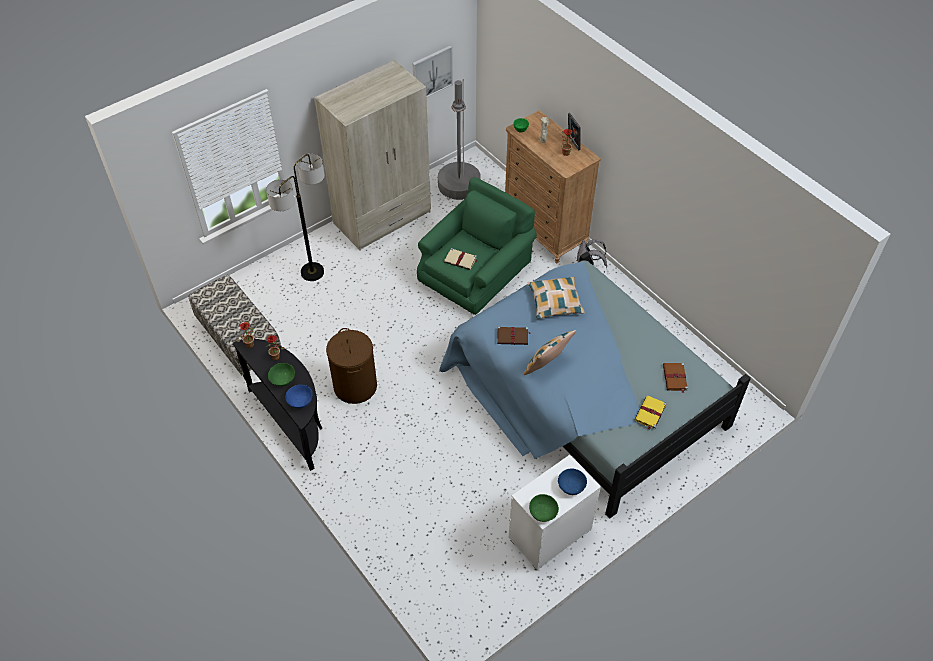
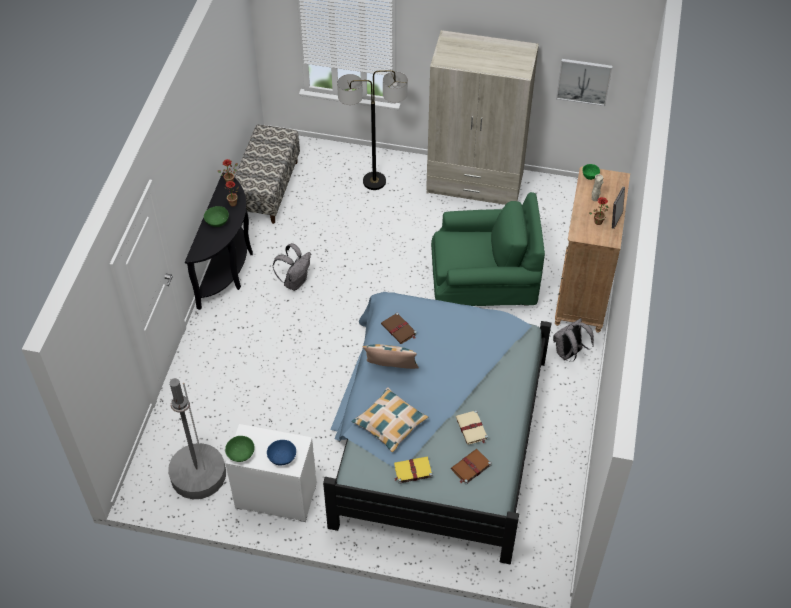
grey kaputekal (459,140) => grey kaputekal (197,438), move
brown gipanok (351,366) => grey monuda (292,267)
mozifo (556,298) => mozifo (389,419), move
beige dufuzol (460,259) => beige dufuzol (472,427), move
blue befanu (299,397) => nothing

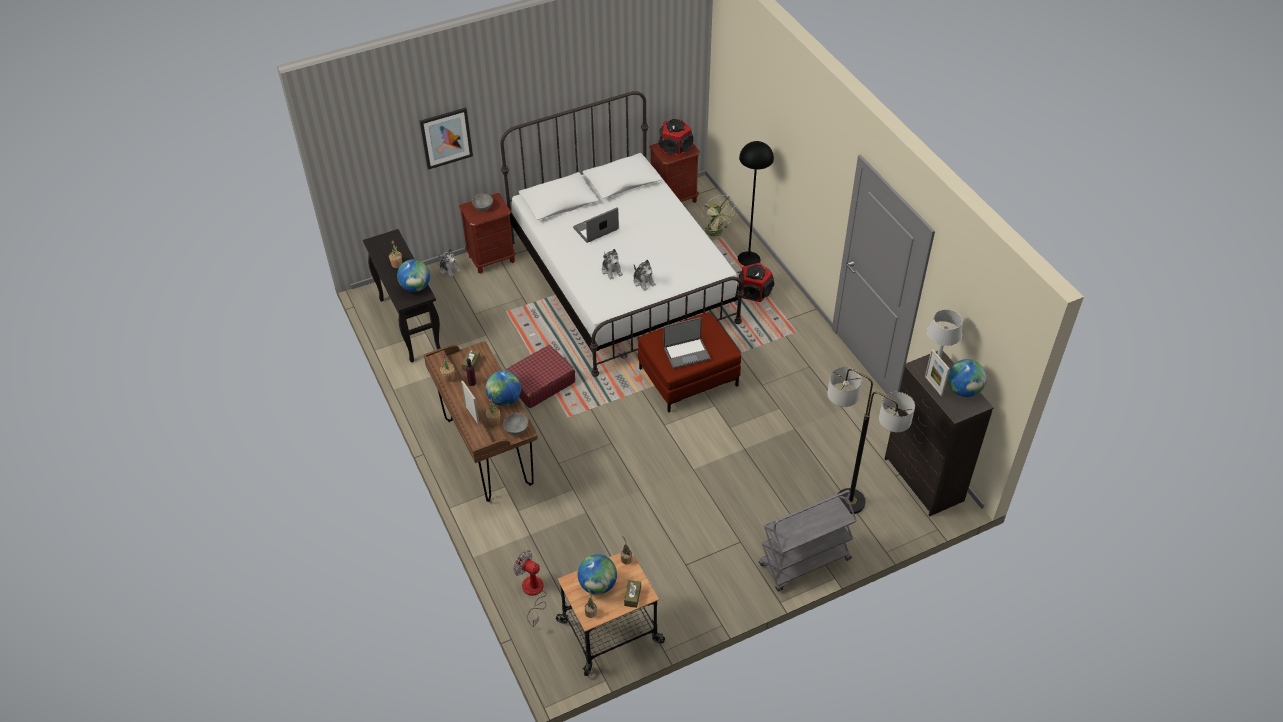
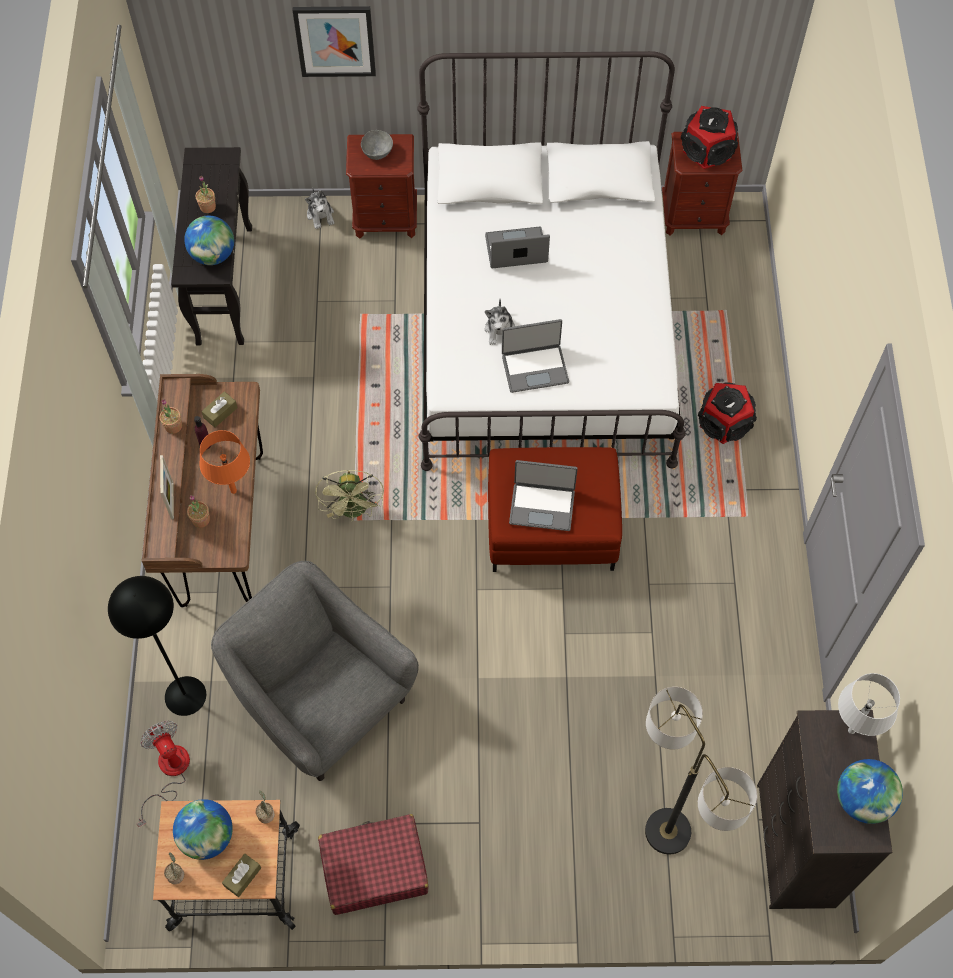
black kaputekal (756,203) => black kaputekal (157,646), move
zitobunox (503,388) => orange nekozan (224,462)
nothing => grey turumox (315,671)
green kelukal (718,216) => green kelukal (349,495), move
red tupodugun (539,376) => red tupodugun (373,864), move
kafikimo (644,275) => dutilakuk (535,356)
grey befanu (515,424) => nothing
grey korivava (808,540) => nothing
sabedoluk (937,372) => nothing

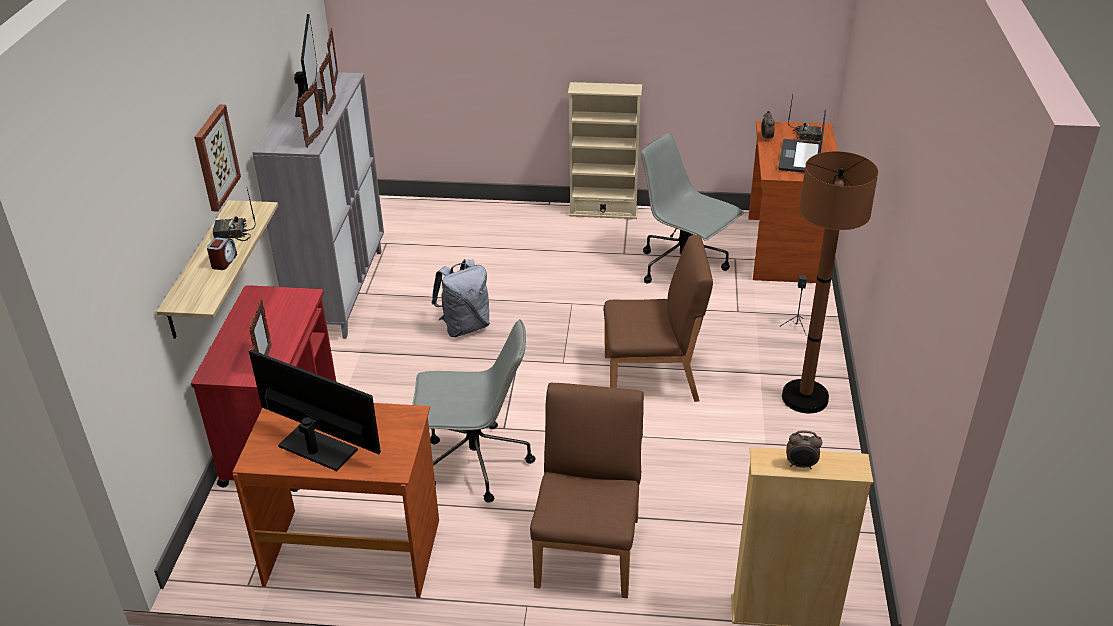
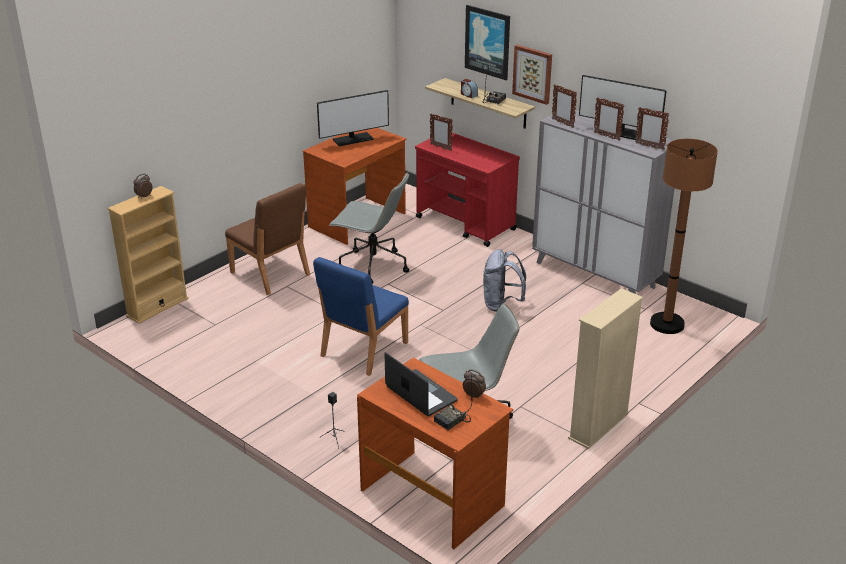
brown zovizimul (658,318) => blue zovizimul (361,316)
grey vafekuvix (473,411) => grey vafekuvix (369,228), 105 degrees counterclockwise
nothing => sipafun (487,42)
brown kaputekal (830,282) => brown kaputekal (684,236), move

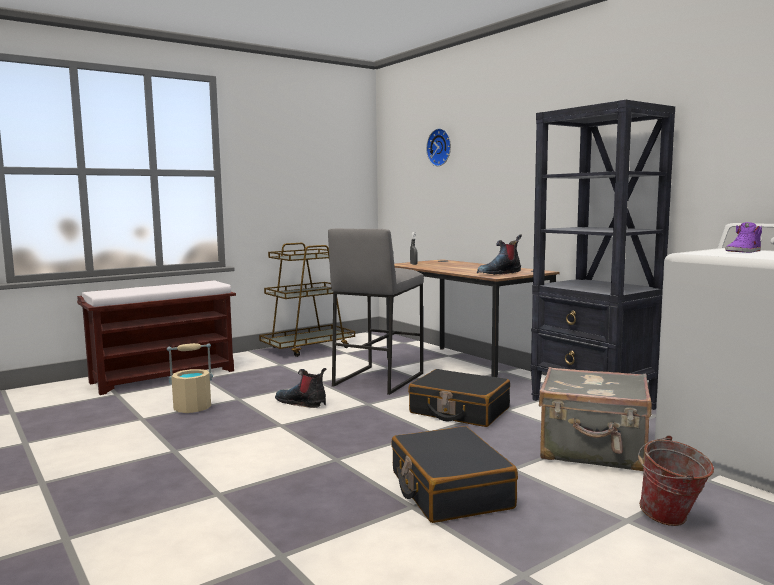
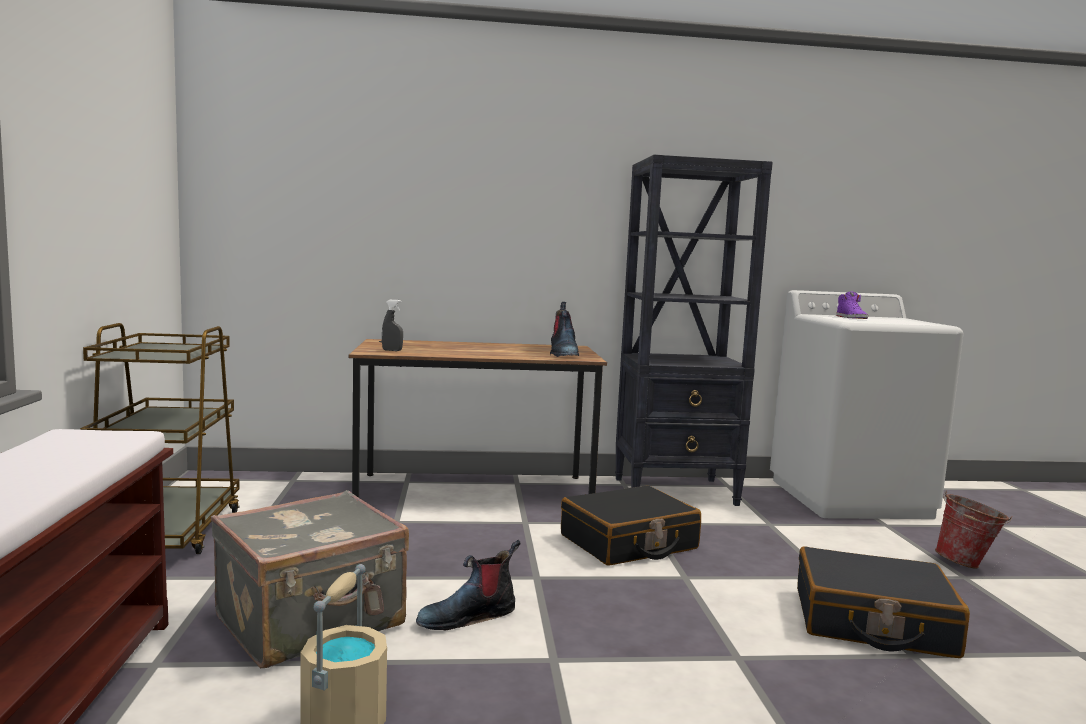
grey tupodugun (595,419) => grey tupodugun (310,579), move
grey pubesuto (376,311) => nothing
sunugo (438,147) => nothing

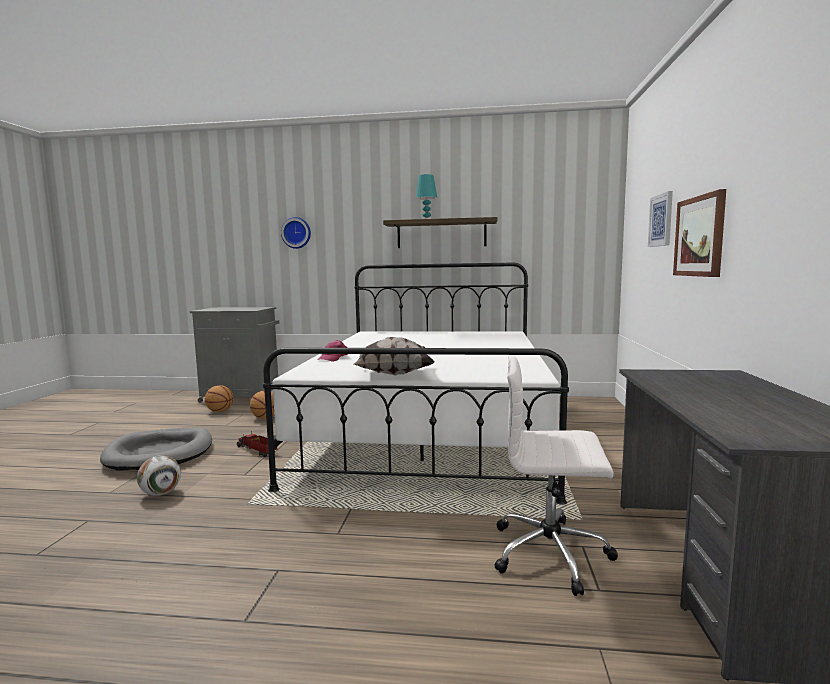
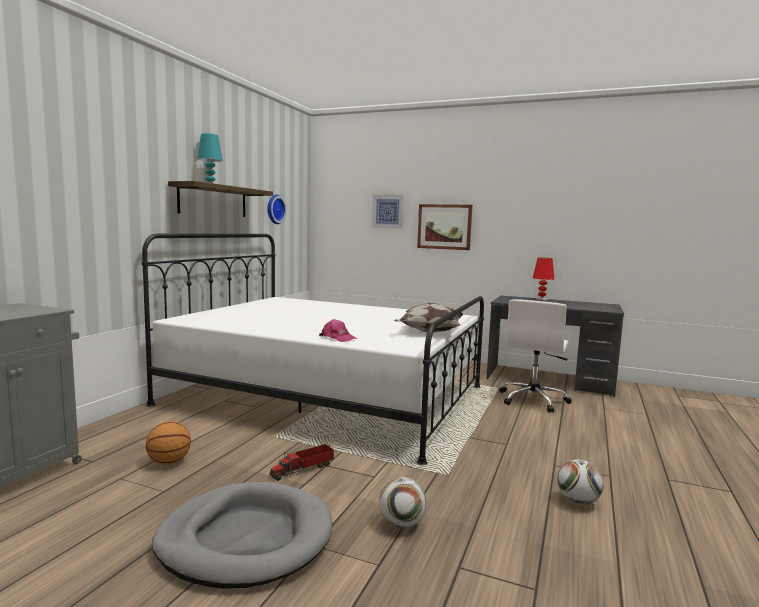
sunugo (296,233) => sunugo (277,209), move
nothing => red nekozan (543,278)
nothing => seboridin (580,482)
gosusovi (219,398) => nothing

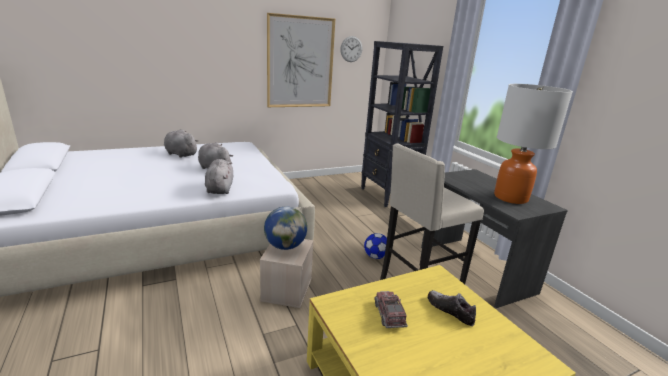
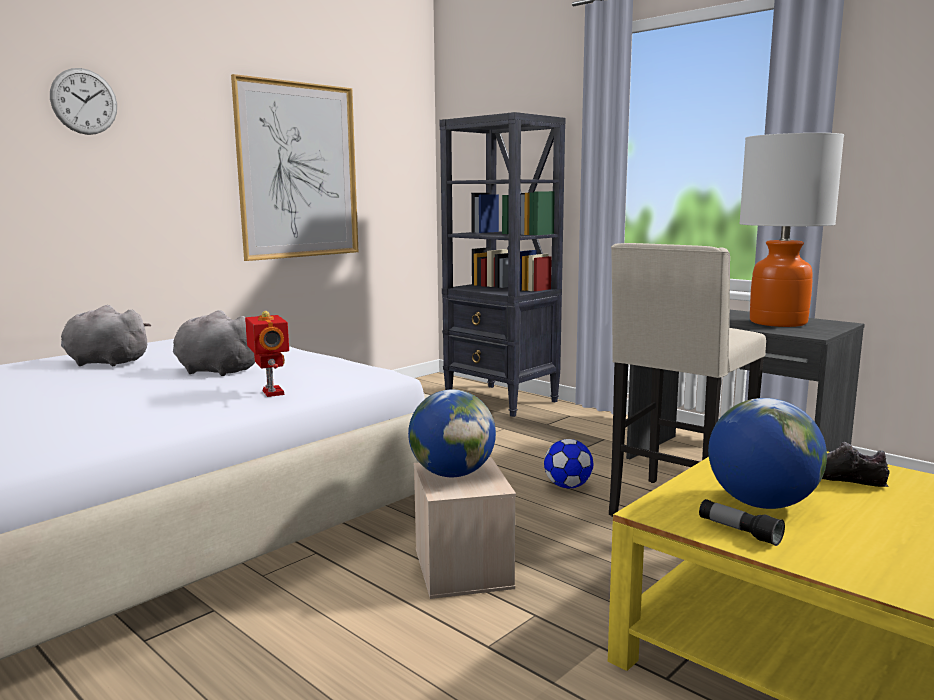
sunugo (351,49) => sunugo (83,101), move
grey kafikimo (219,176) => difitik (267,354)
nothing => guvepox (742,522)
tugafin (391,309) => zitobunox (767,453)

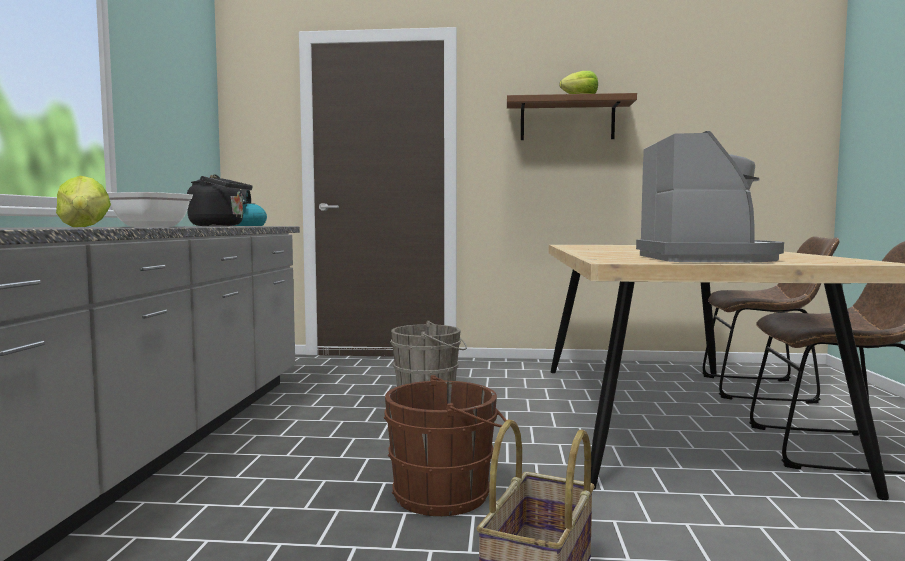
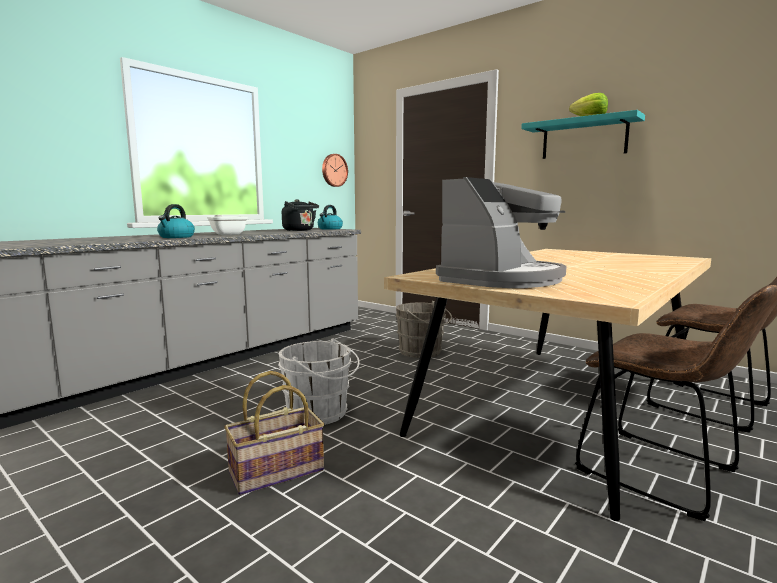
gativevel (83,201) => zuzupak (176,221)
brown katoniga (445,445) => white katoniga (319,381)
nothing => sunugo (335,170)
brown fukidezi (572,116) => turquoise fukidezi (583,134)

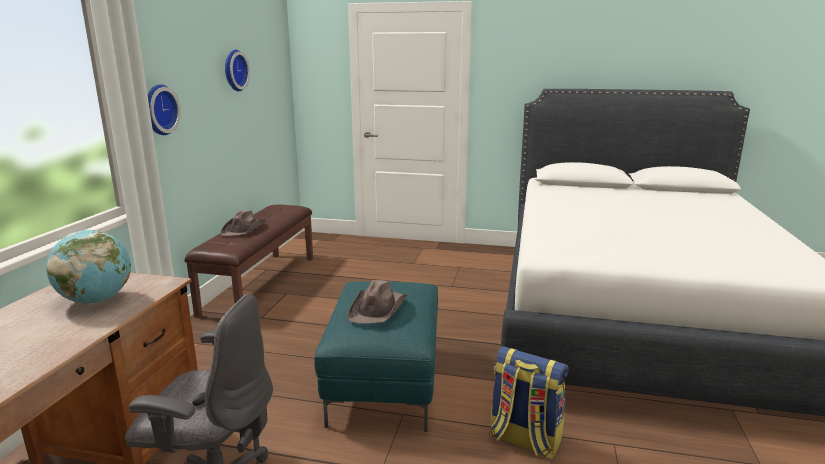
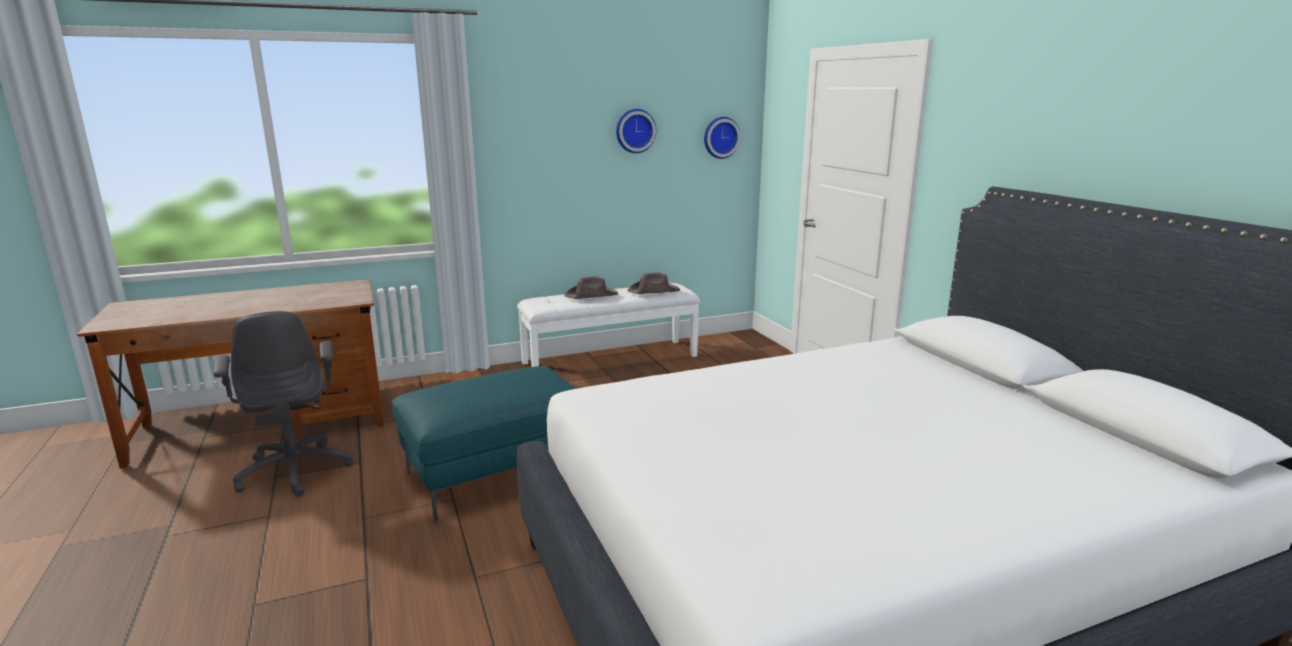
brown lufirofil (248,261) => white lufirofil (608,325)
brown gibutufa (377,302) => brown gibutufa (653,283), move
sunugo (164,109) => sunugo (722,138), move
zitobunox (88,266) => nothing
monuda (529,402) => nothing

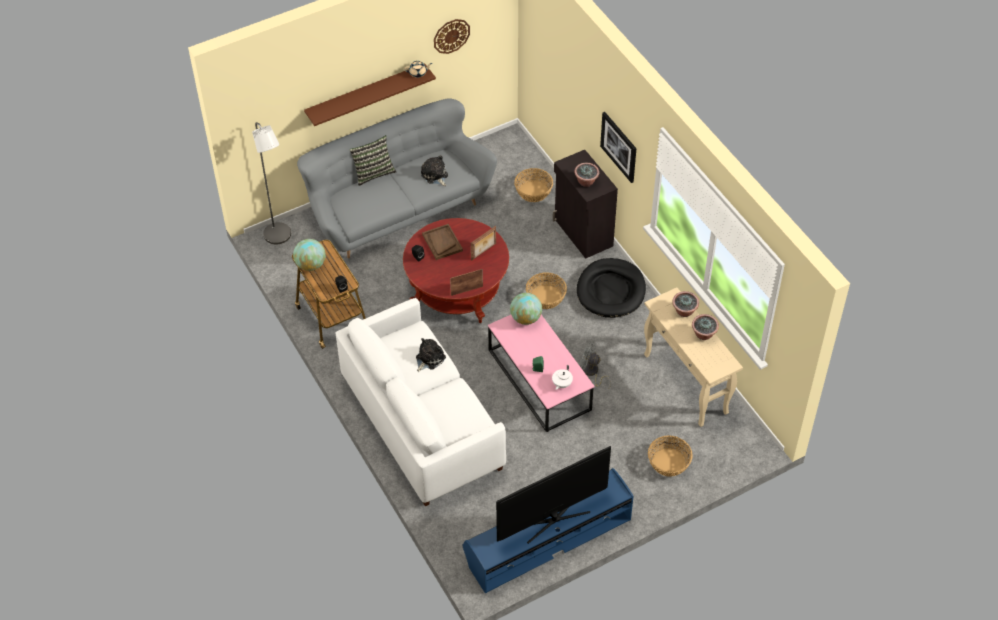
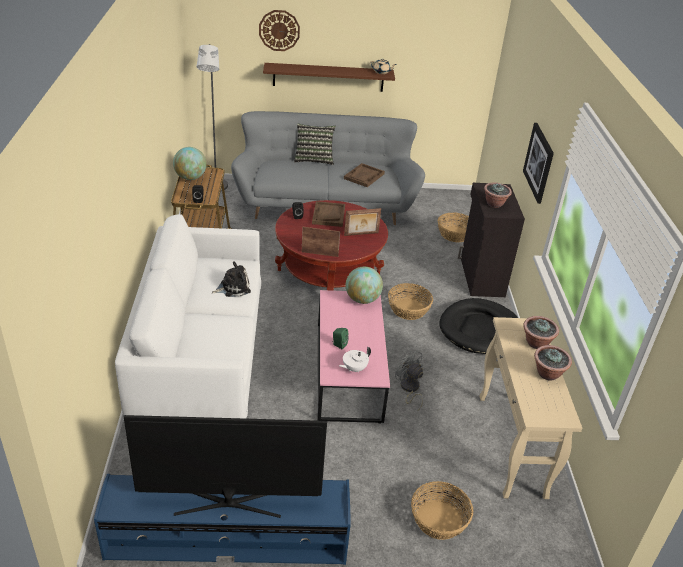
sunugo (452,36) => sunugo (279,30), move
kafikimo (434,170) => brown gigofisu (364,175)

